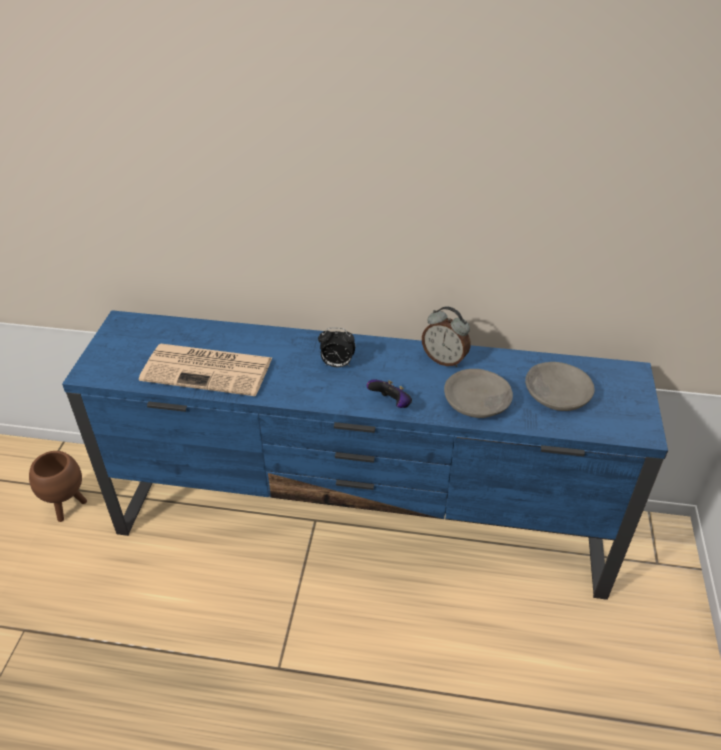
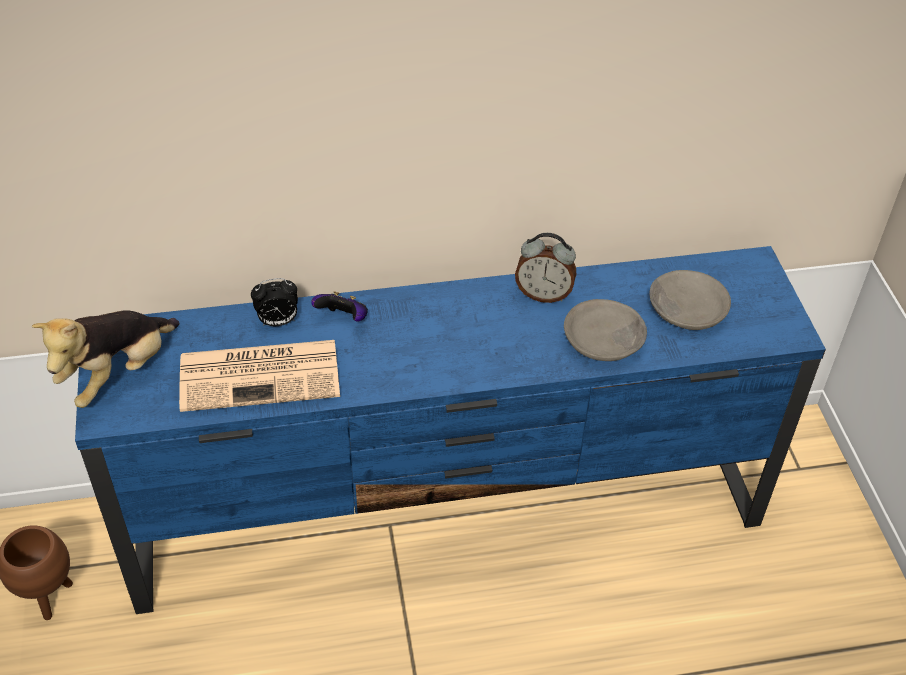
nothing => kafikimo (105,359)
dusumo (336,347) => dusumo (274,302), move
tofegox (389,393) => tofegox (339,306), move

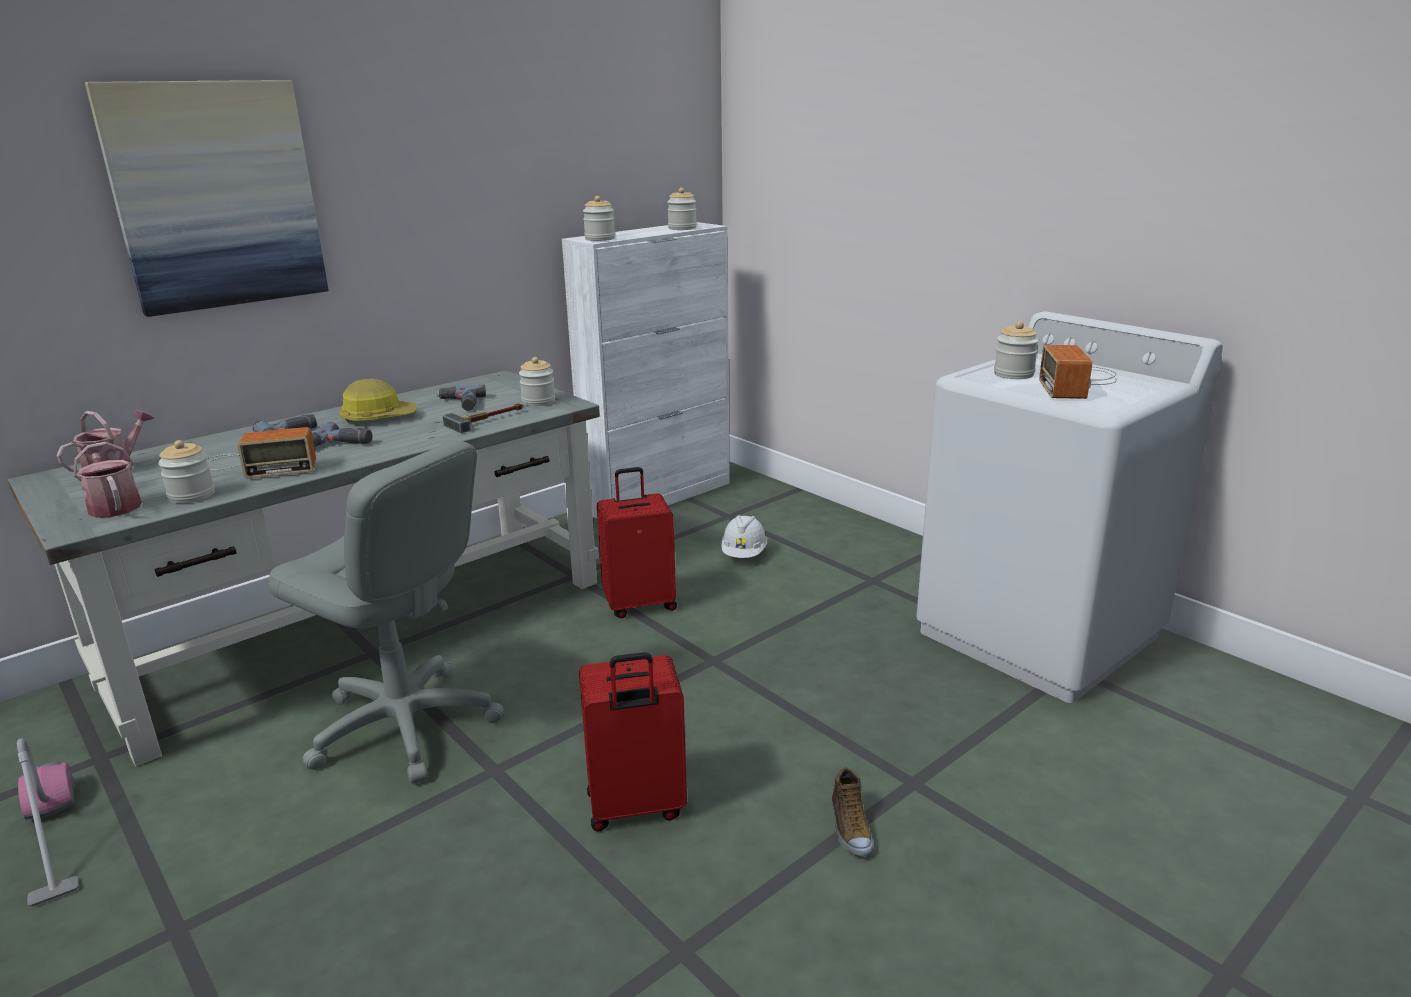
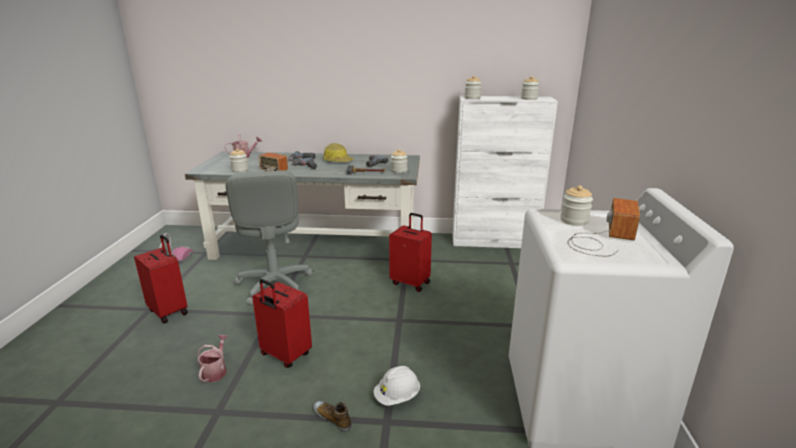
nothing => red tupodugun (161,279)
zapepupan (107,480) => zapepupan (212,358), move
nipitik (852,812) => nipitik (332,416), 90 degrees clockwise
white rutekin (744,536) => white rutekin (397,386), move
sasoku (1078,372) => sasoku (604,227), 150 degrees clockwise
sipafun (207,198) => nothing

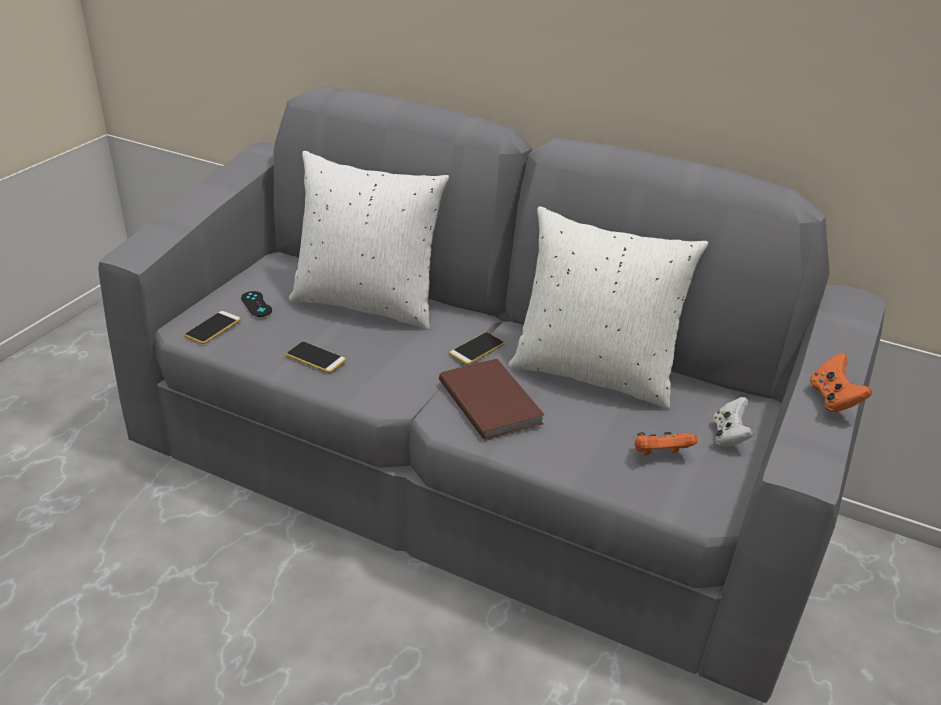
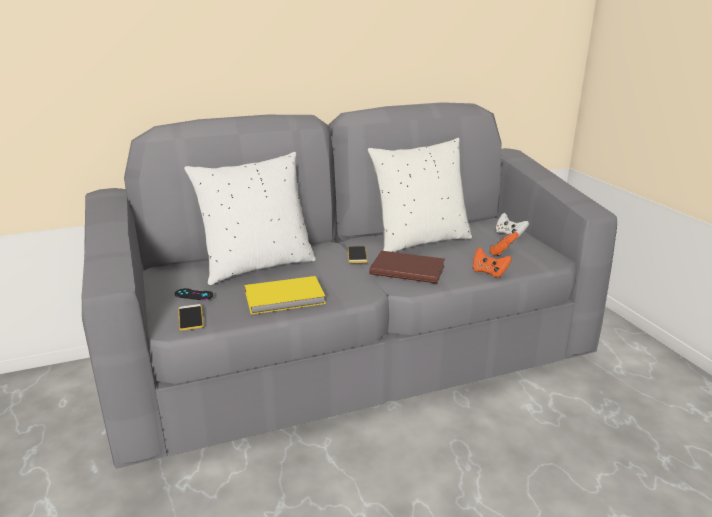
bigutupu (316,357) => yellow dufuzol (285,295)
orange tofegox (841,382) => orange tofegox (492,263), move

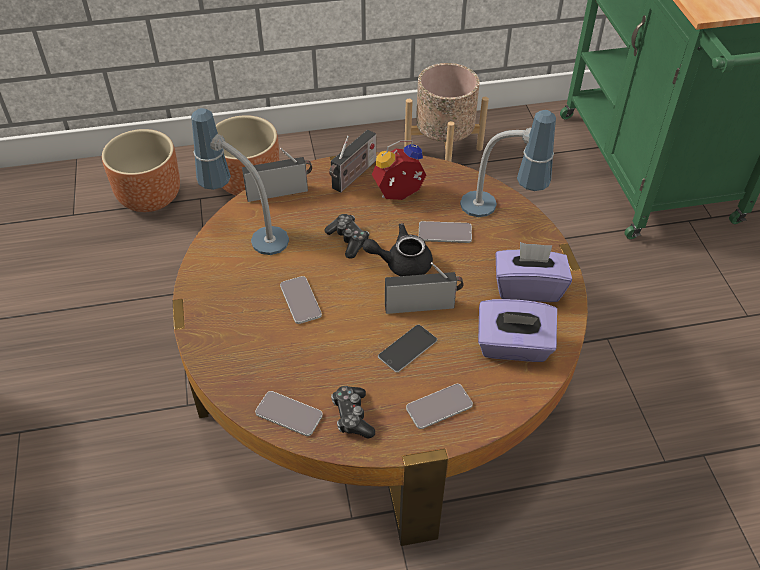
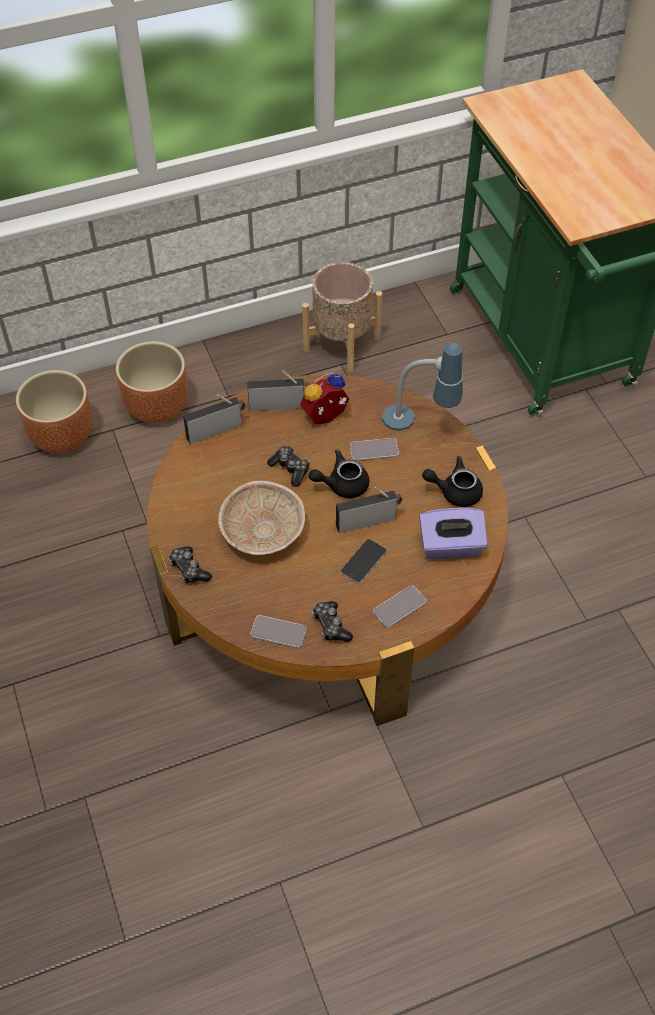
nothing => tofegox (190,565)
bigutupu (301,300) => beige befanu (261,518)
sasoku (352,161) => sasoku (278,390), 120 degrees counterclockwise
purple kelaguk (533,272) => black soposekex (452,481)
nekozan (240,181) => nothing

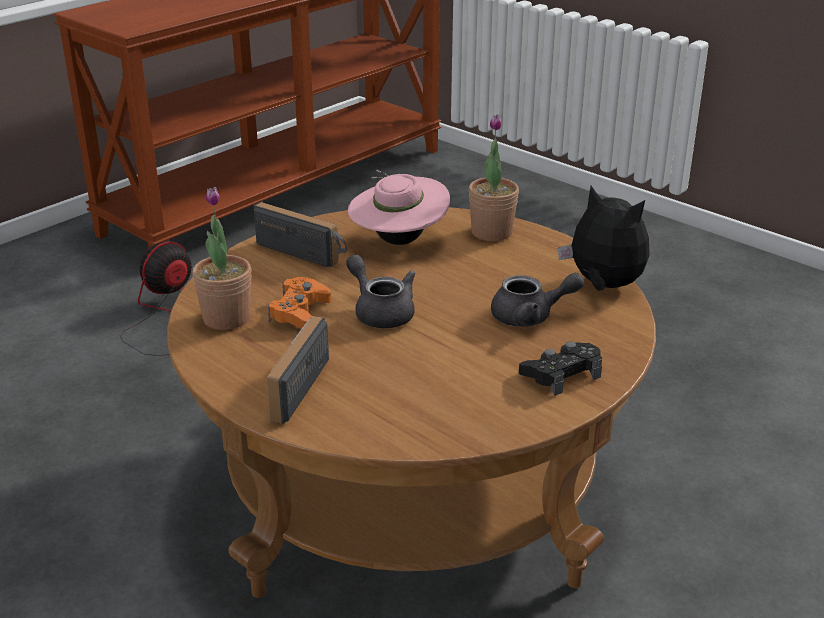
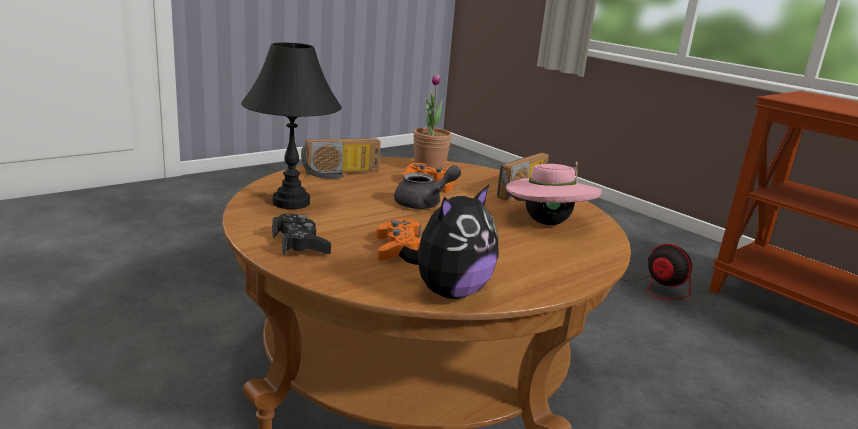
nothing => black nekozan (291,126)
sasoku (298,370) => sasoku (340,158), 135 degrees clockwise
grey soposekex (537,300) => orange tofegox (398,239)
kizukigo (493,177) => nothing

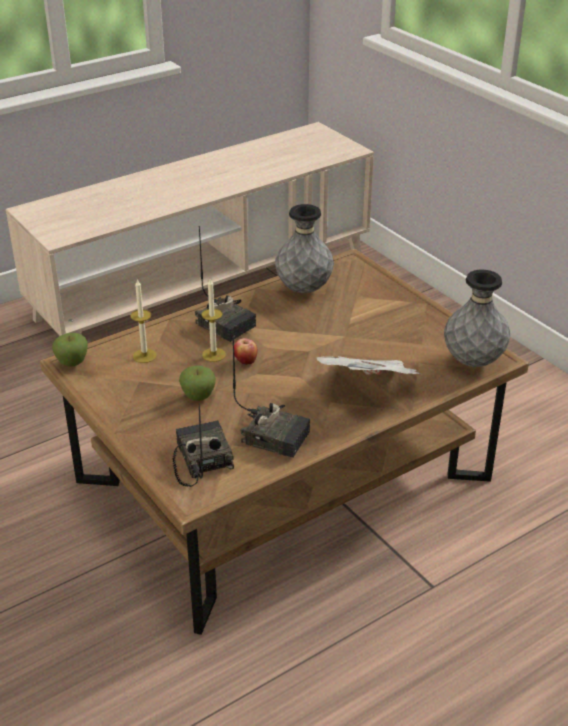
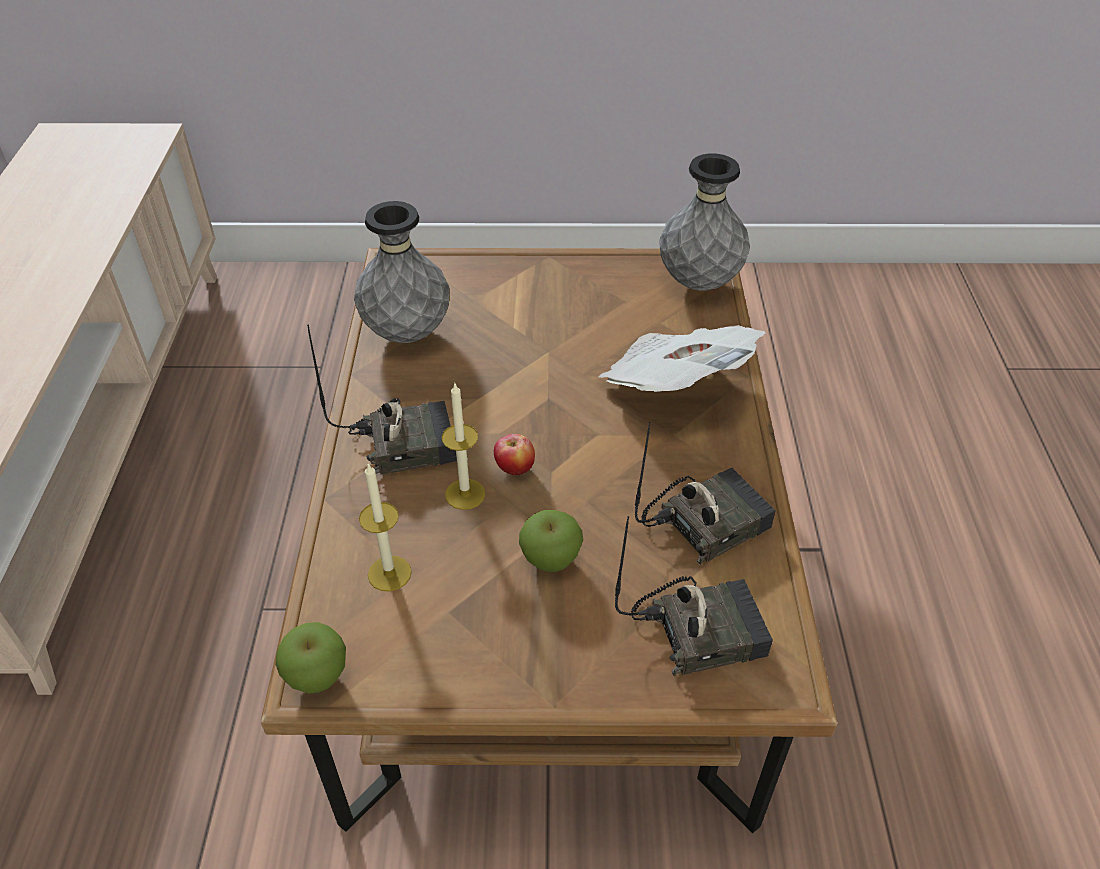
sasoku (203,445) => sasoku (694,596), 150 degrees clockwise

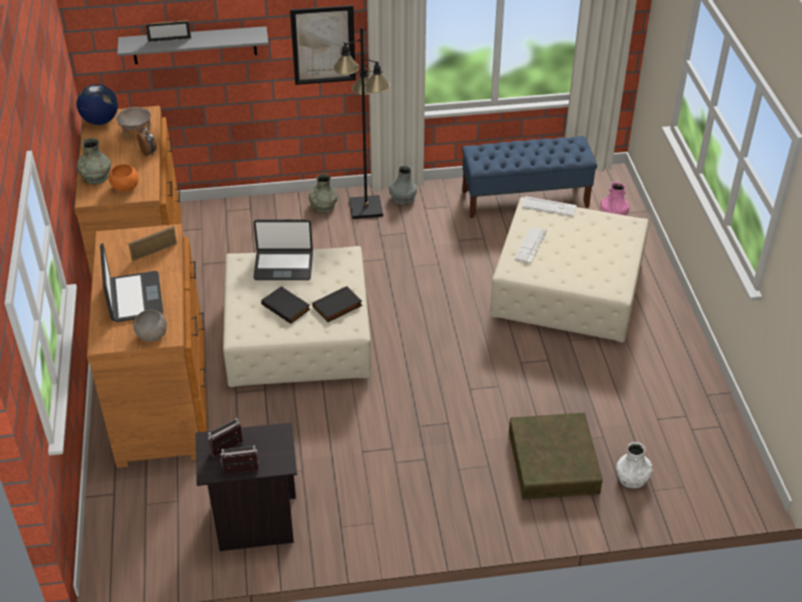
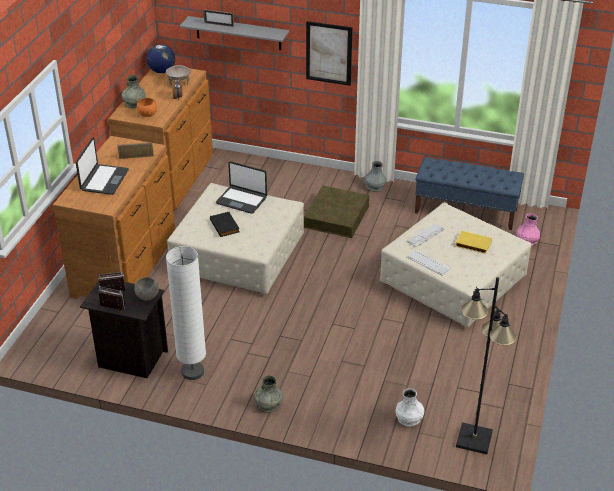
grey befanu (150,325) => grey befanu (146,289), move
nothing => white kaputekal (186,313)
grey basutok (323,193) => grey basutok (269,394), move
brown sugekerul (556,456) => brown sugekerul (336,212), move
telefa (549,206) => telefa (429,263), move
nothing => yellow dufuzol (473,242)
black kaputekal (361,123) => black kaputekal (486,365), move
black dufuzol (337,304) => nothing

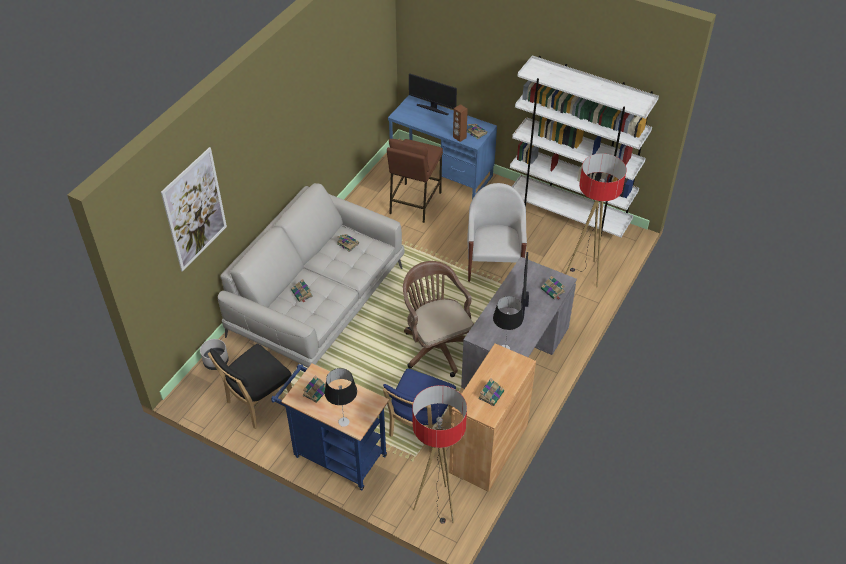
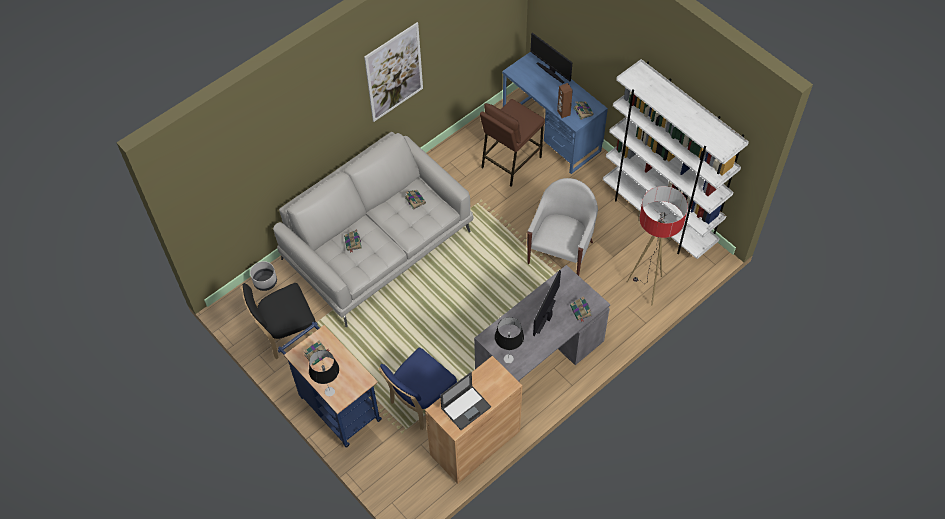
sipafun (194,209) => sipafun (393,72), move
dufuzol (491,392) => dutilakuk (465,401)
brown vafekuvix (438,319) => nothing
kaputekal (439,454) => nothing

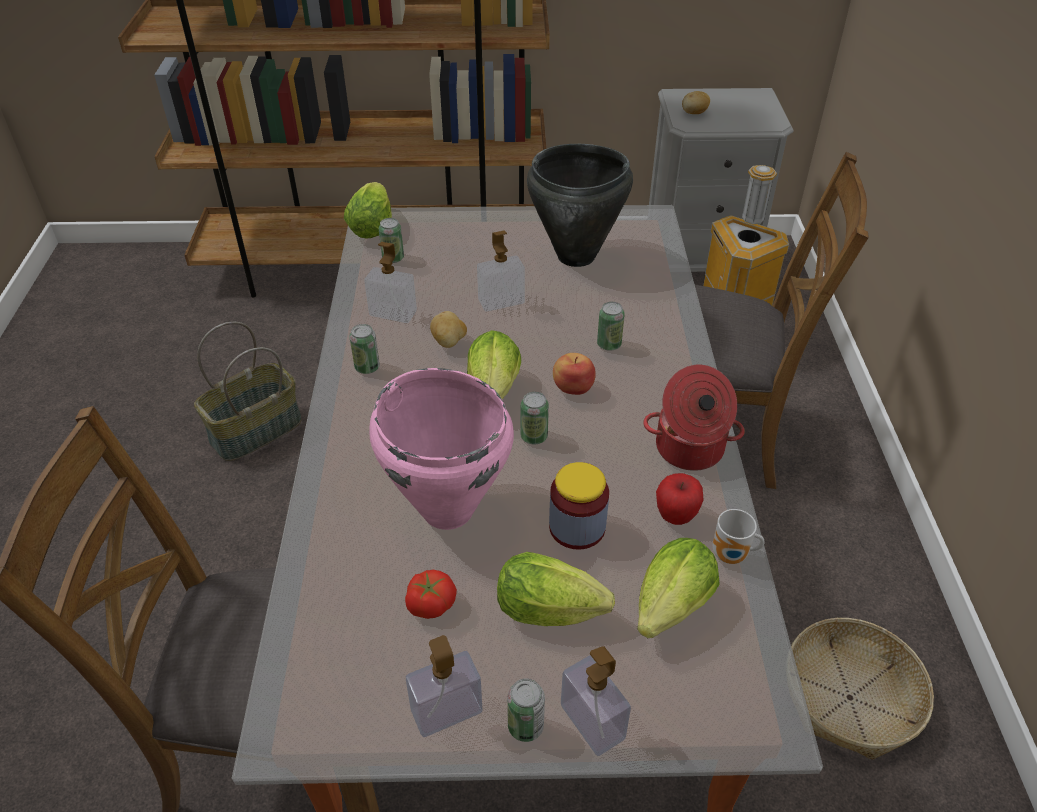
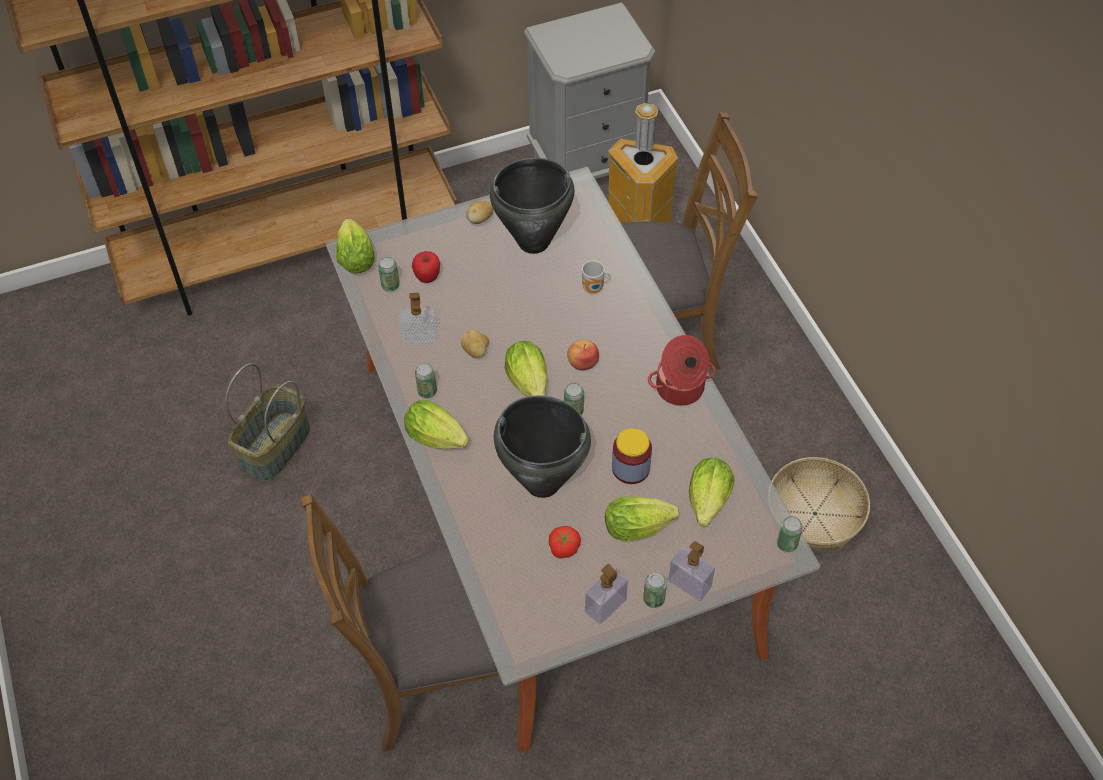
nothing => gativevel (436,424)
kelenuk (680,499) => kelenuk (426,267), move
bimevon (696,102) => bimevon (479,212), move
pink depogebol (441,449) => black depogebol (542,446)
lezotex (738,536) => lezotex (596,277), move
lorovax (611,326) => lorovax (790,534), move
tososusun (501,271) => nothing

